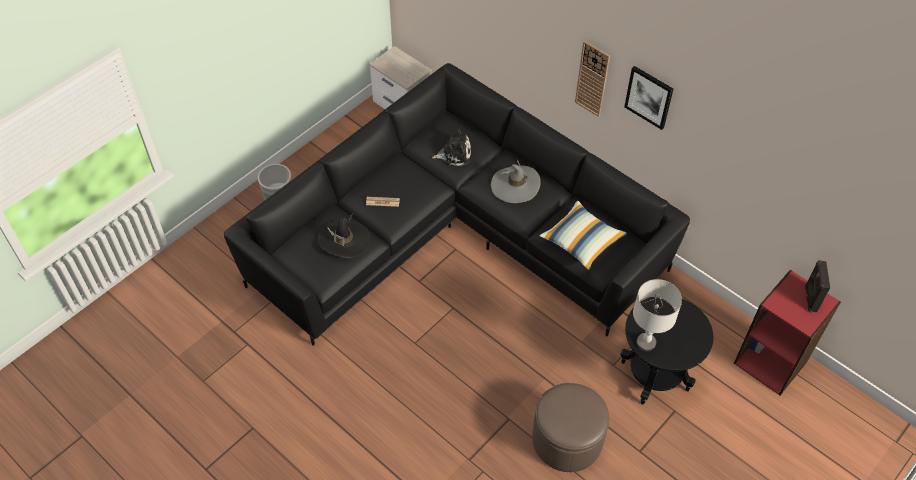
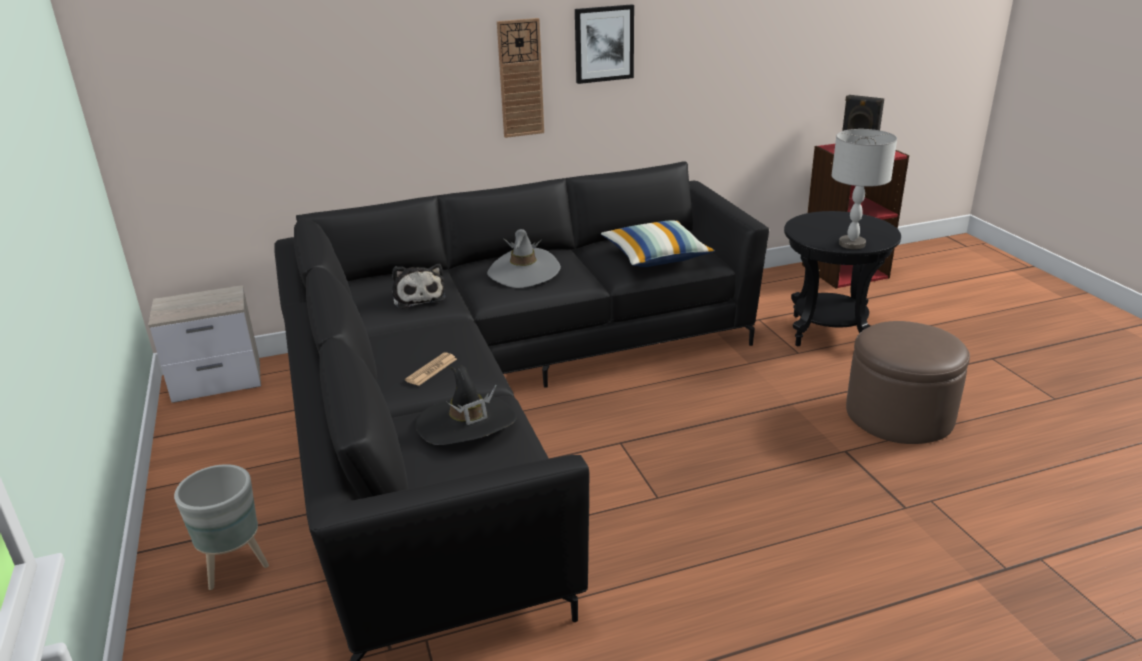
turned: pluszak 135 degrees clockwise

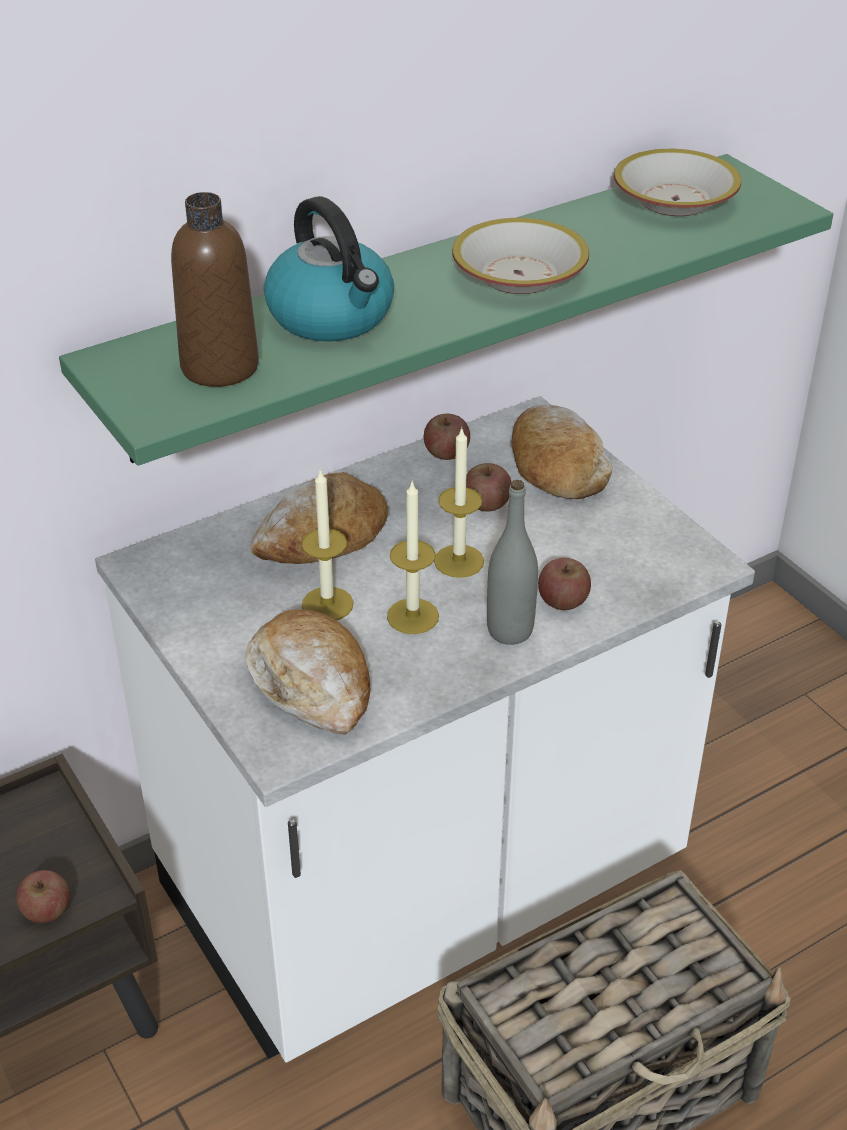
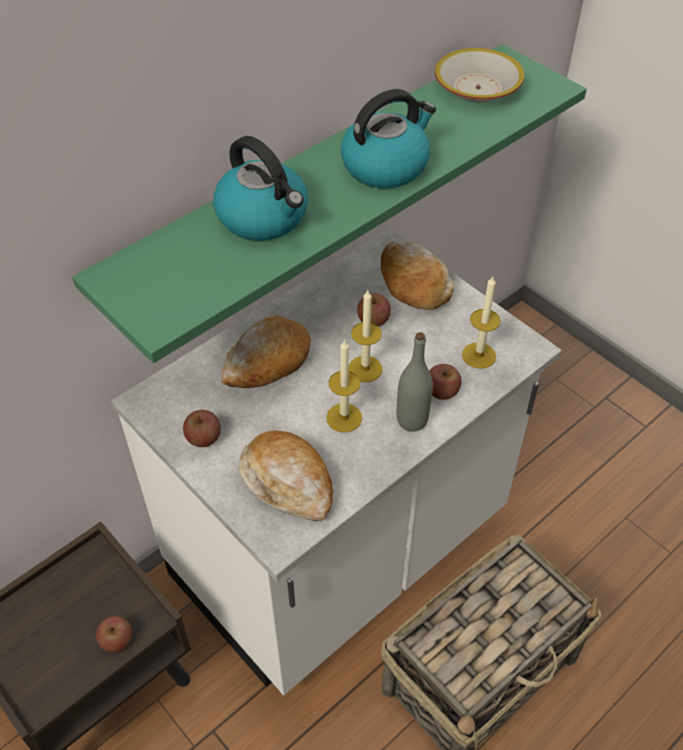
removed: butelka [brązowy]
moved: świeca (1st from left in the first image) to świeca (3rd from left); jabłko (2nd from left)
replaced: miska (1st from left) to czajnik (2nd from left)

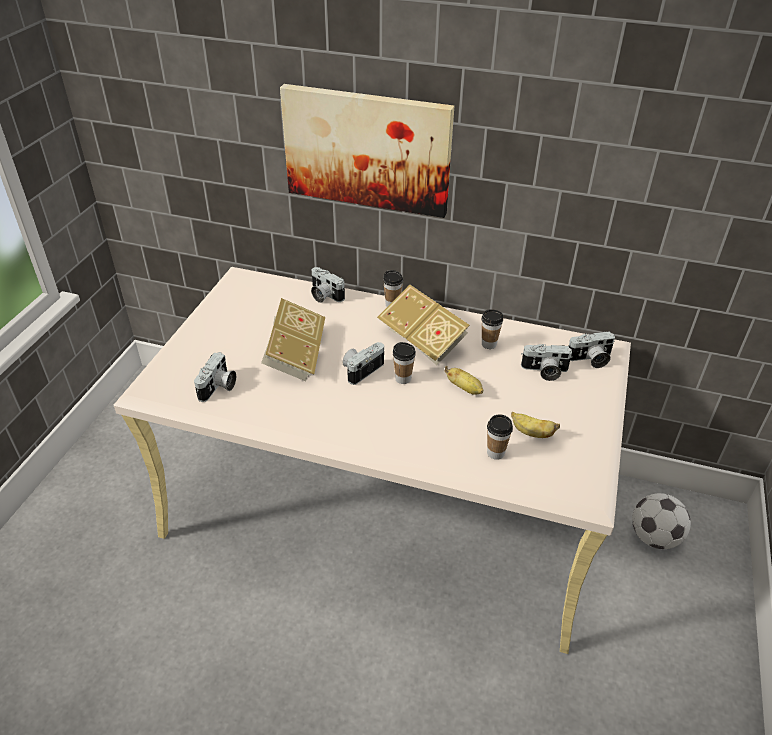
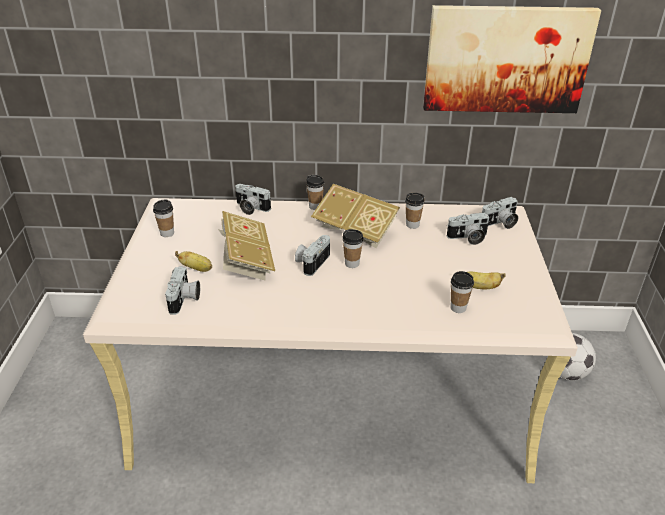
added: filiżanka (1st from left)
moved: obraz; banan (1st from left)

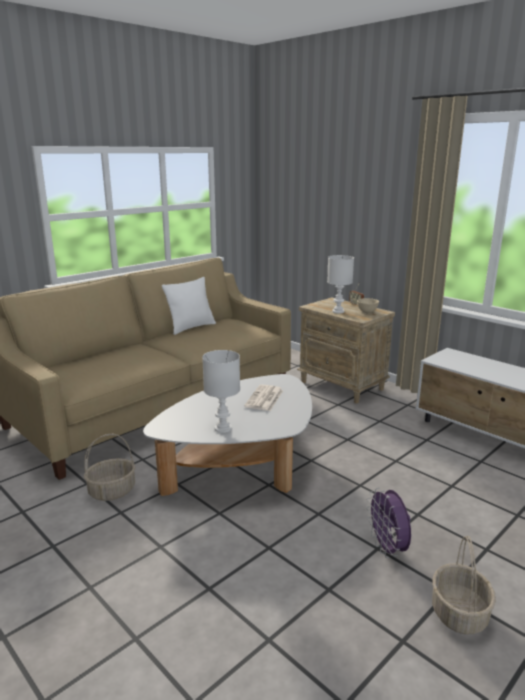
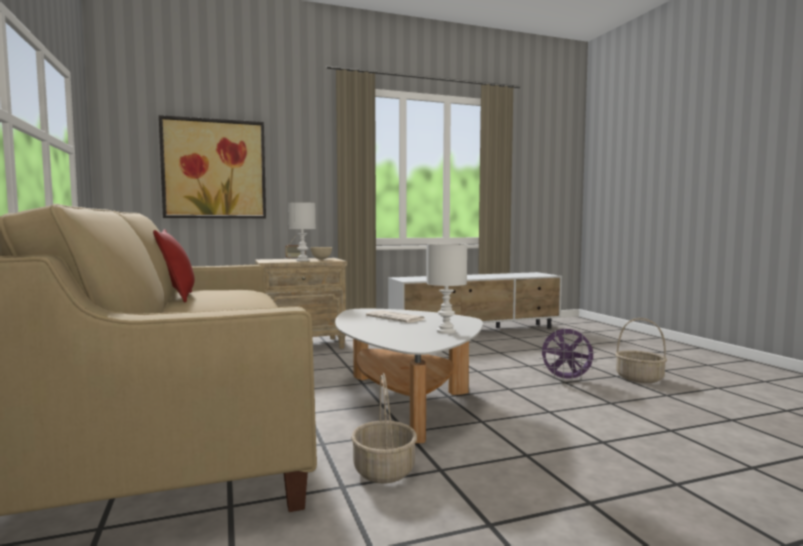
added: obraz
recoloured: poduszka [biały] to poduszka [czerwony]

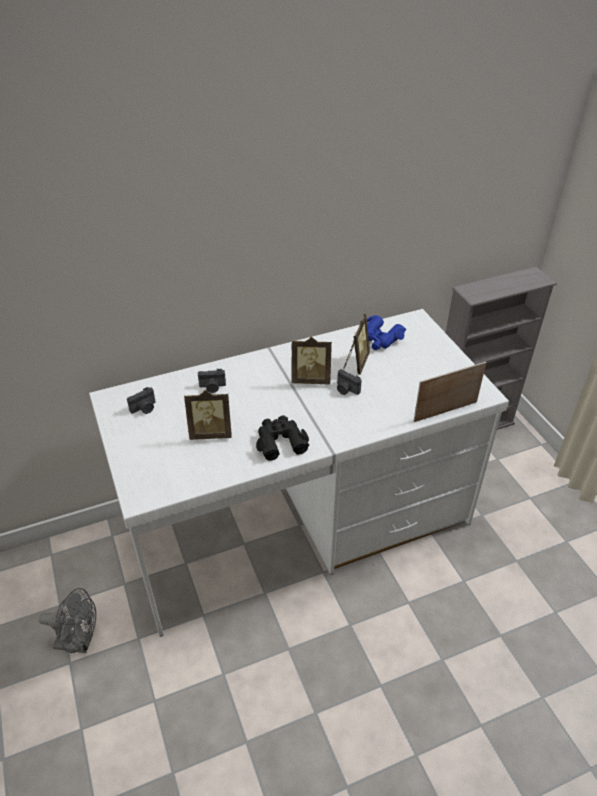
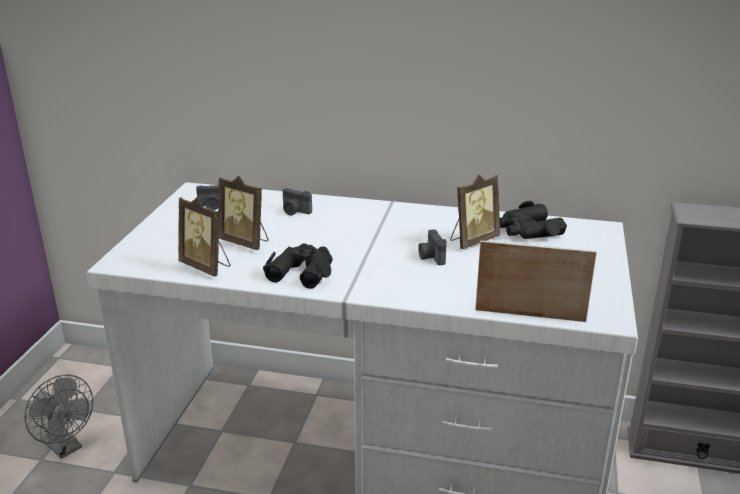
moved: ramka na zdjęcie (2nd from left in the first image) to ramka na zdjęcie (1st from left)
recoloured: lornetka [niebieski] to lornetka [czarny] (2nd from left)

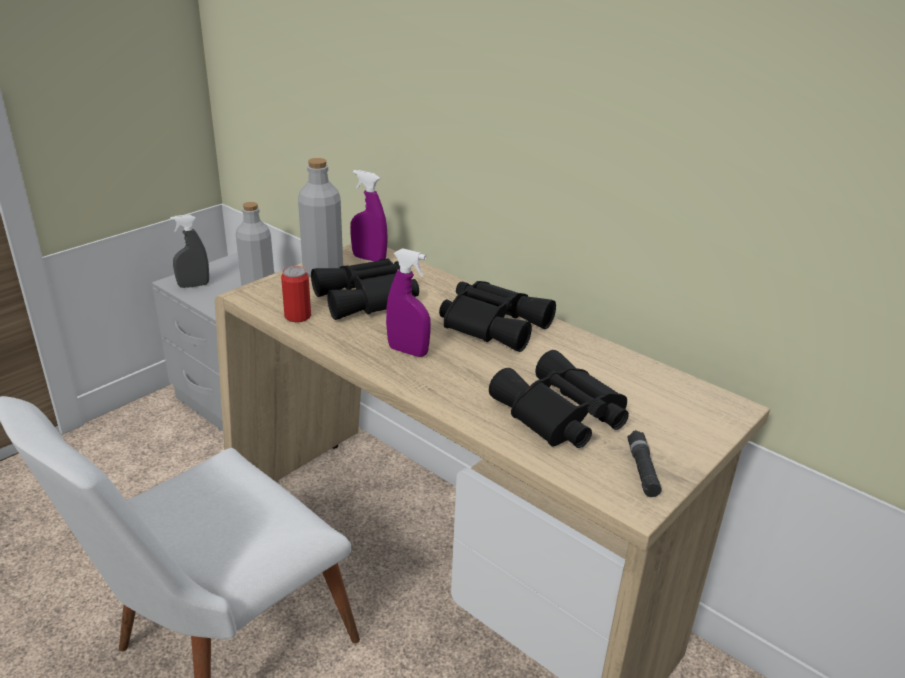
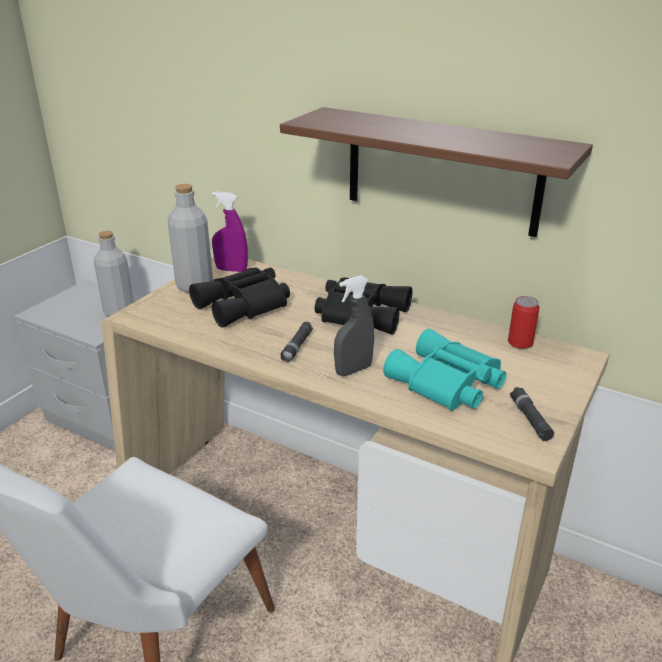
added: półka
moved: spryskiwacz [szary]; puszka
replaced: spryskiwacz [fioletowy] (2nd from left) to latarka [czarny] (1st from left)
recoloured: lornetka [czarny] (3rd from left) to lornetka [turkusowy]

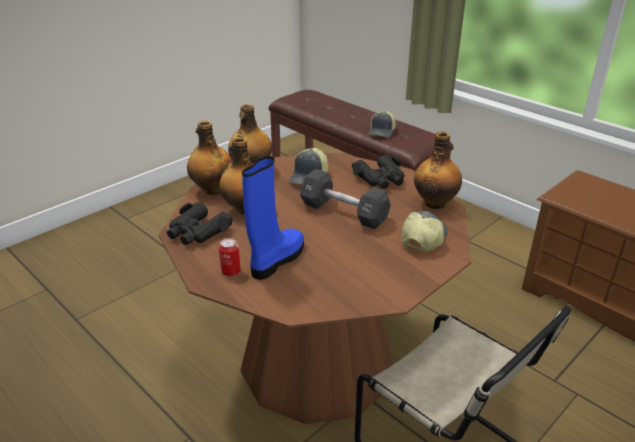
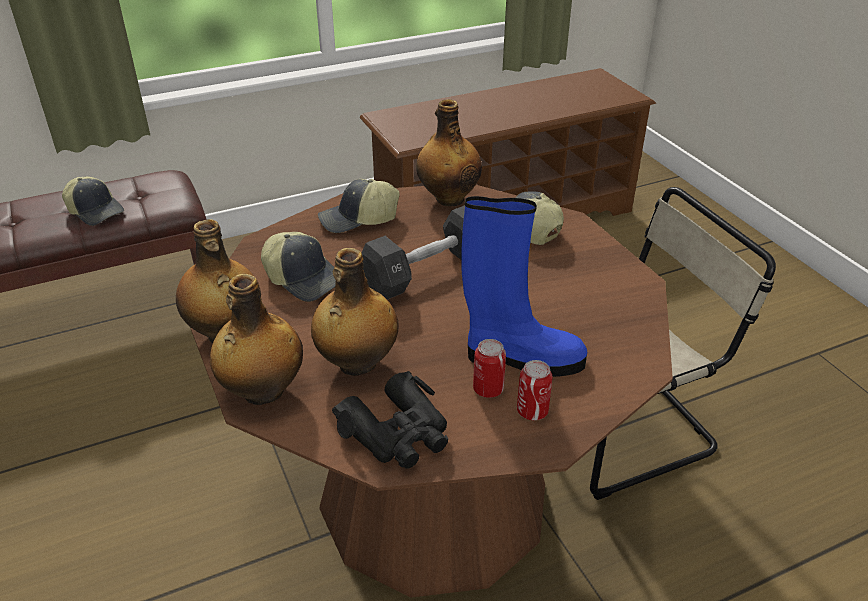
added: puszka (1st from left)
replaced: lornetka [czarny] (2nd from left) to czapka z daszkiem (3rd from left)
turned: but z cholewką [niebieski] 135 degrees clockwise

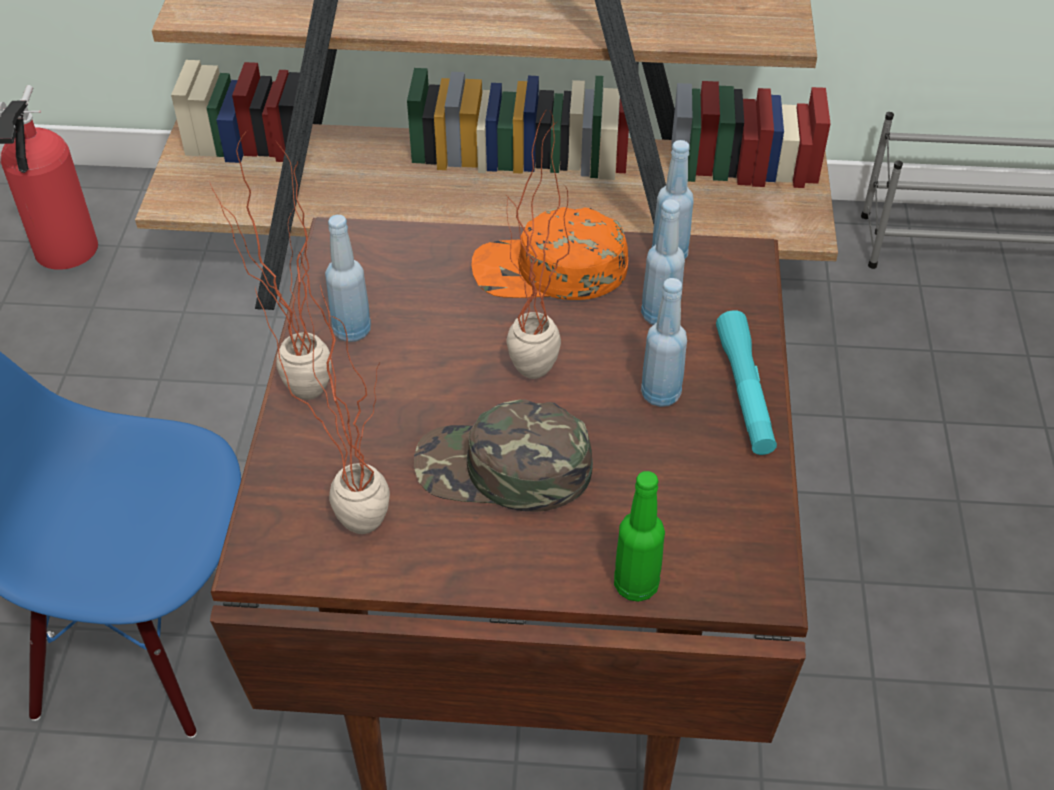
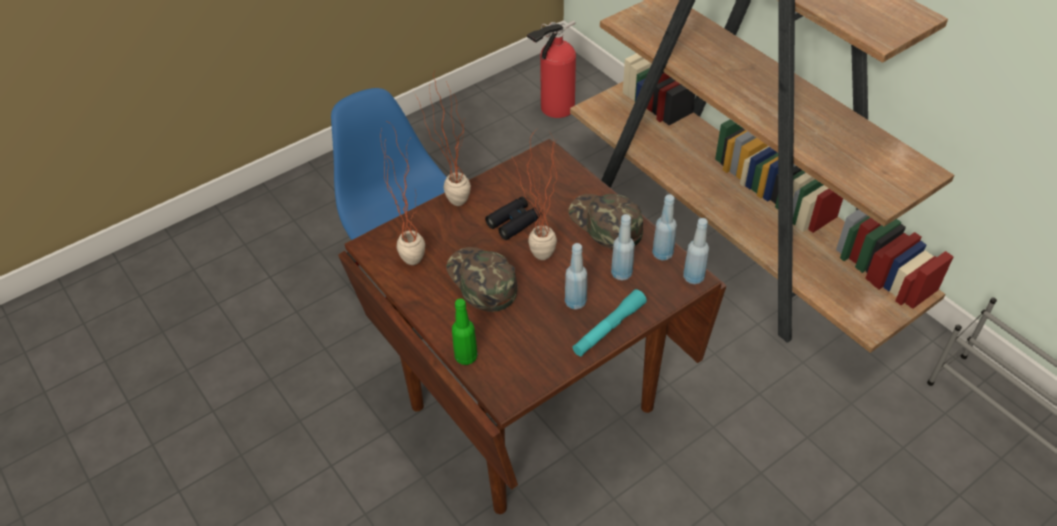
added: lornetka [czarny]
moved: butelka [niebieski] (1st from left in the first image) to butelka [niebieski] (4th from left)
recoloured: czapka z daszkiem [pomarańczowy] to czapka z daszkiem [zielony] (2nd from left)

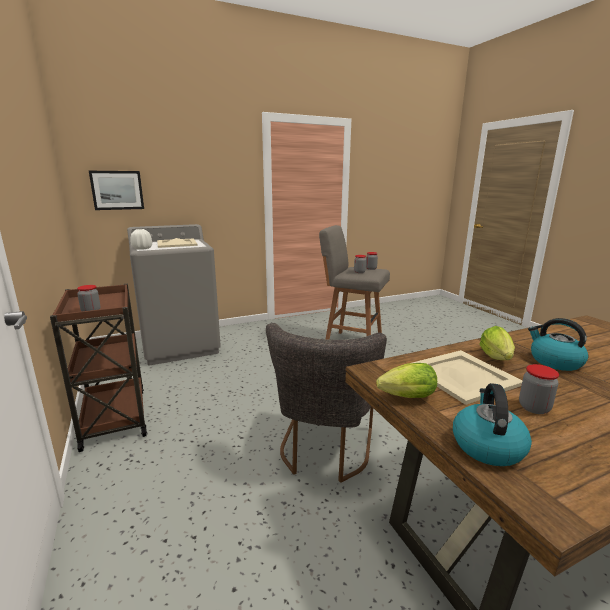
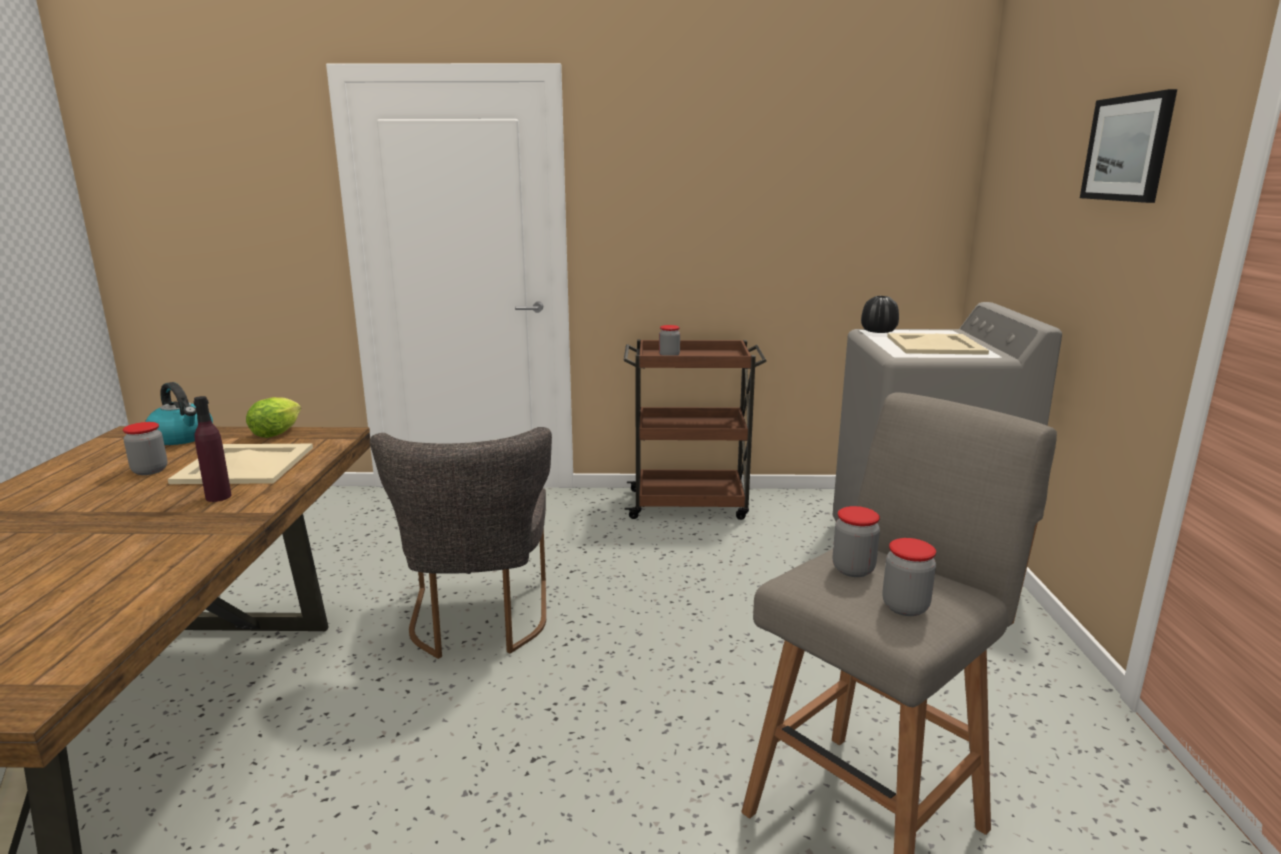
removed: czajnik (2nd from left)
moved: obraz
replaced: sałata (2nd from left) to butelka [fioletowy]
recoloured: wazon [biały] to wazon [czarny]
turned: krzesło [szary] 135 degrees counterclockwise

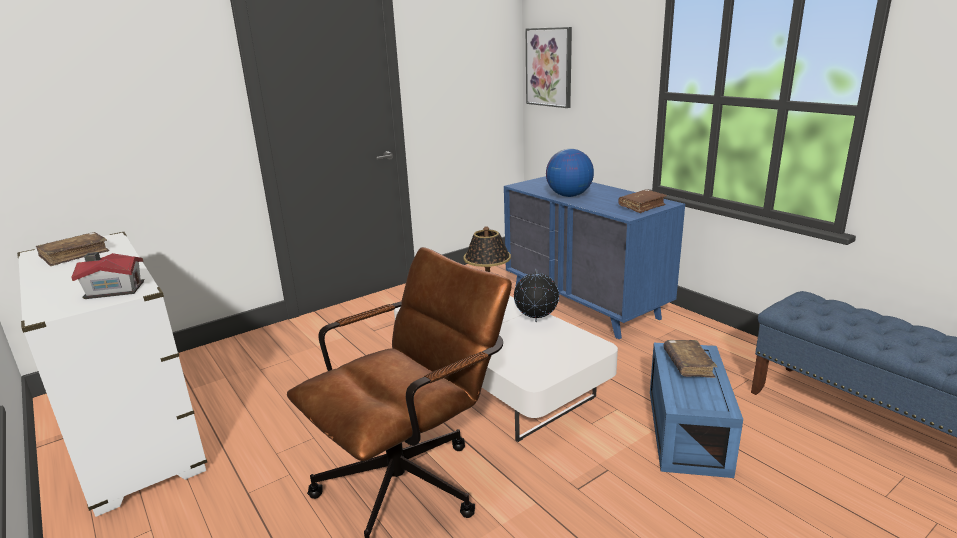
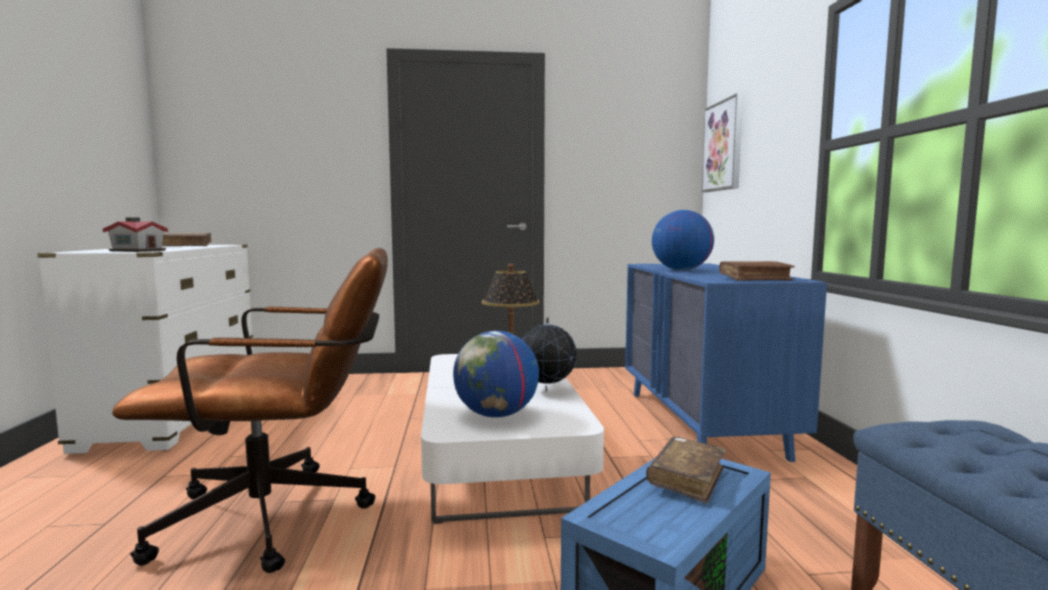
added: globus (1st from left)

